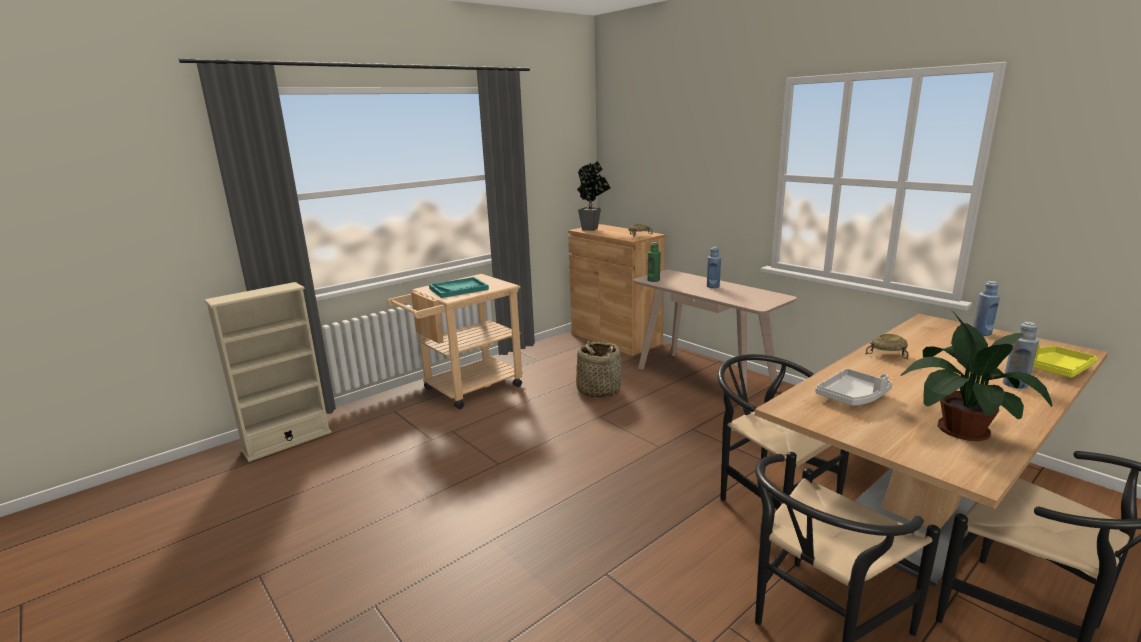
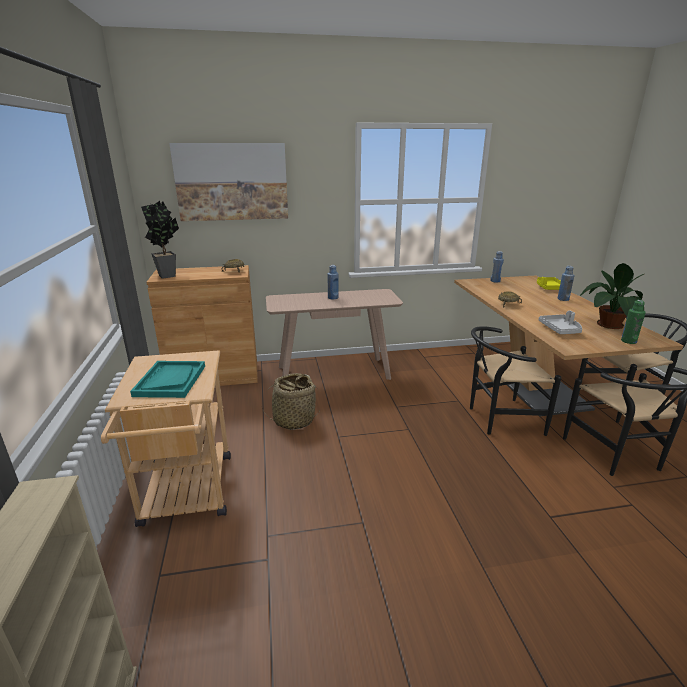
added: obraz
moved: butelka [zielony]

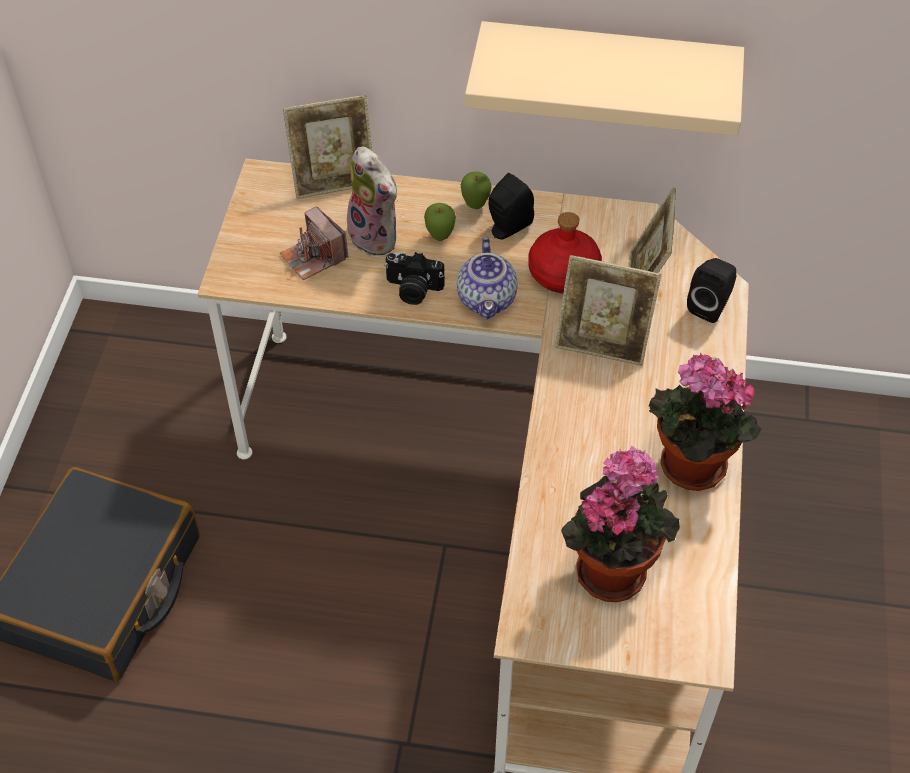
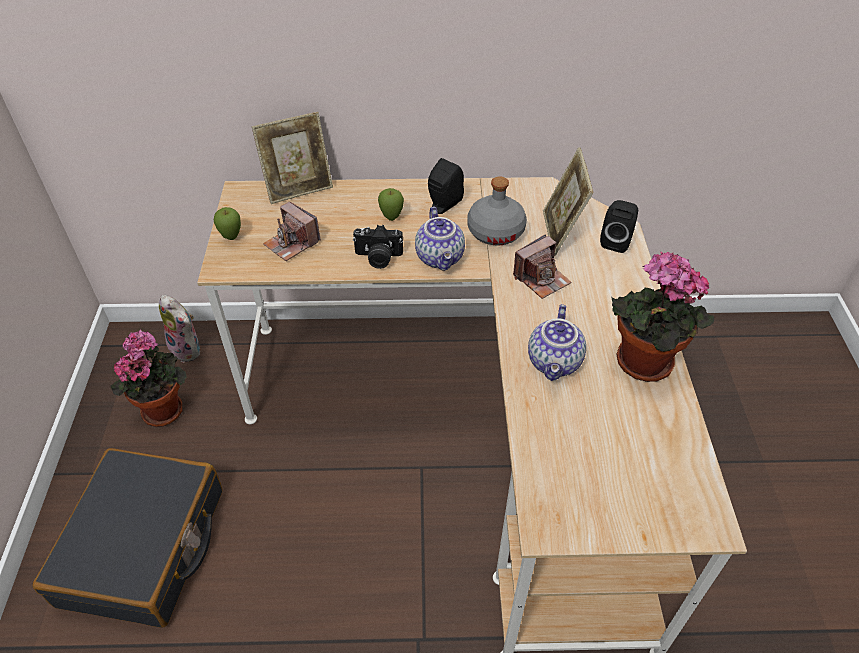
removed: półka [beżowy]
added: imbryk (2nd from left)
moved: pluszak; jabłko (2nd from left in the first image) to jabłko (1st from left); roślina doniczkowa (1st from left)
replaced: ramka na zdjęcie (2nd from left) to aparat fotograficzny (3rd from left)
recoloured: butelka [czerwony] to butelka [szary]

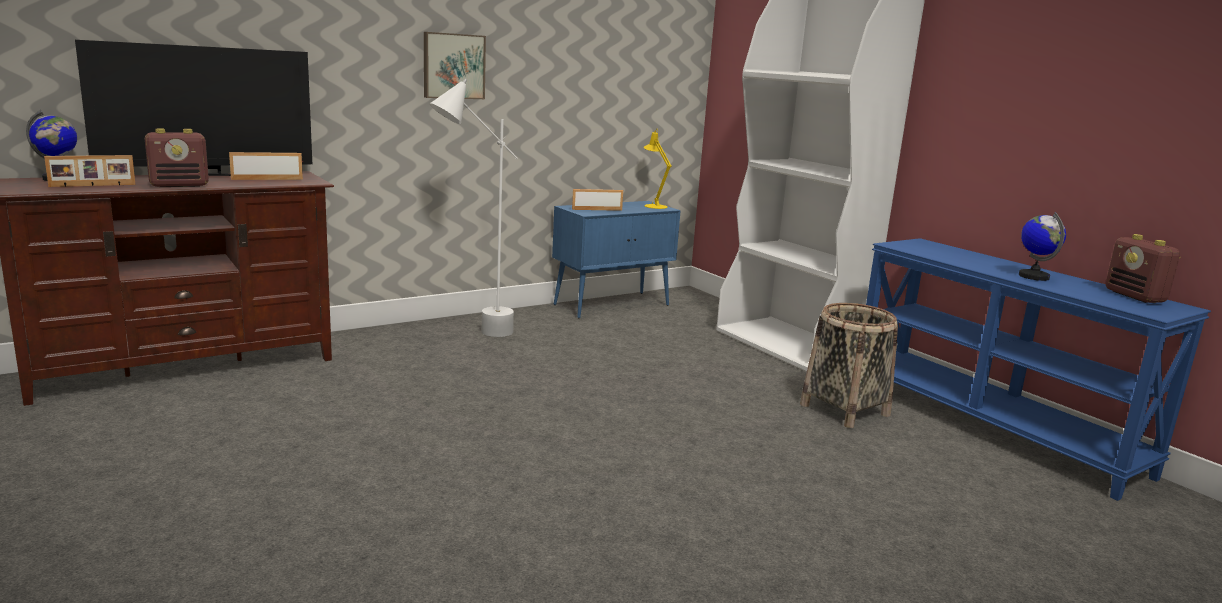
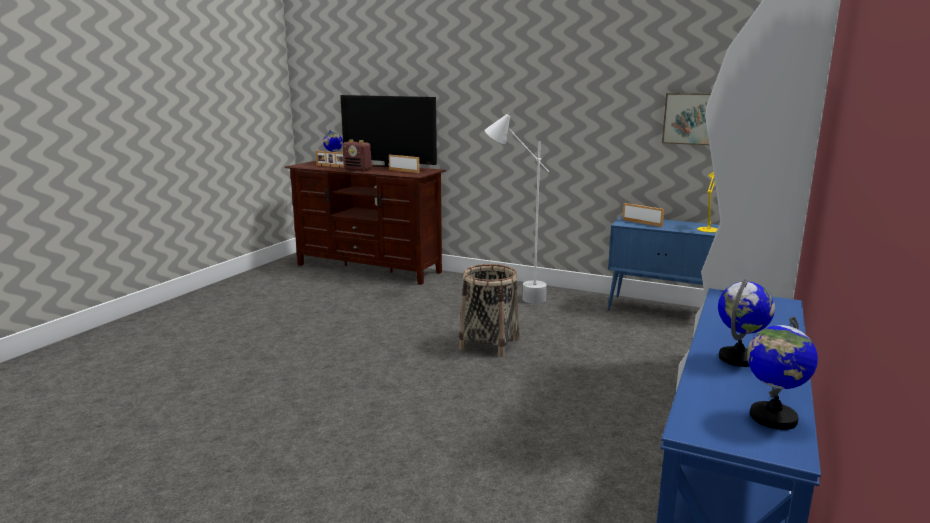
moved: obraz; koszyk
replaced: radio (2nd from left) to globus (3rd from left)

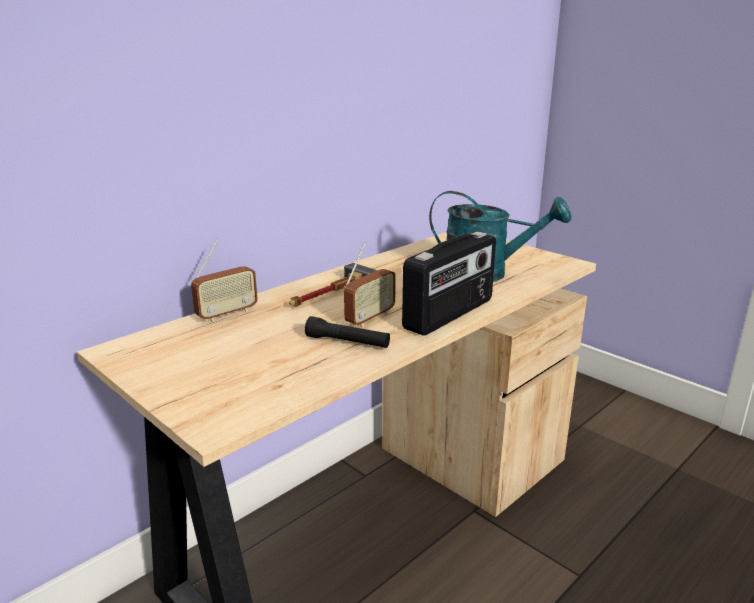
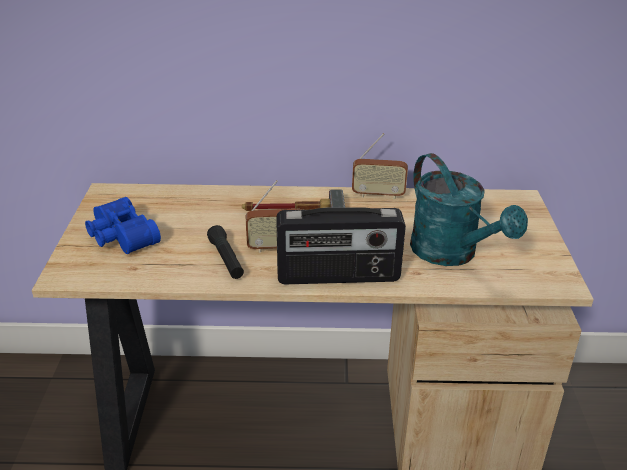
added: lornetka [niebieski]
moved: radio (1st from left in the first image) to radio (3rd from left)

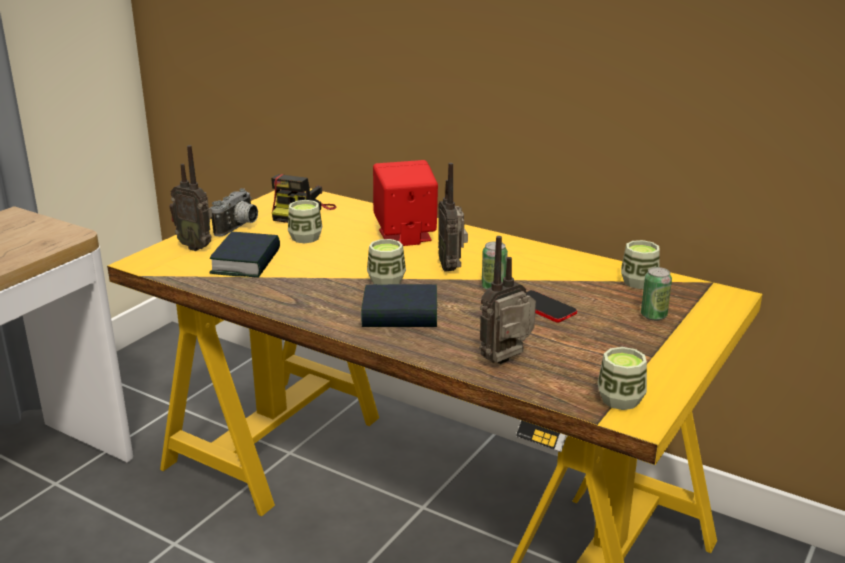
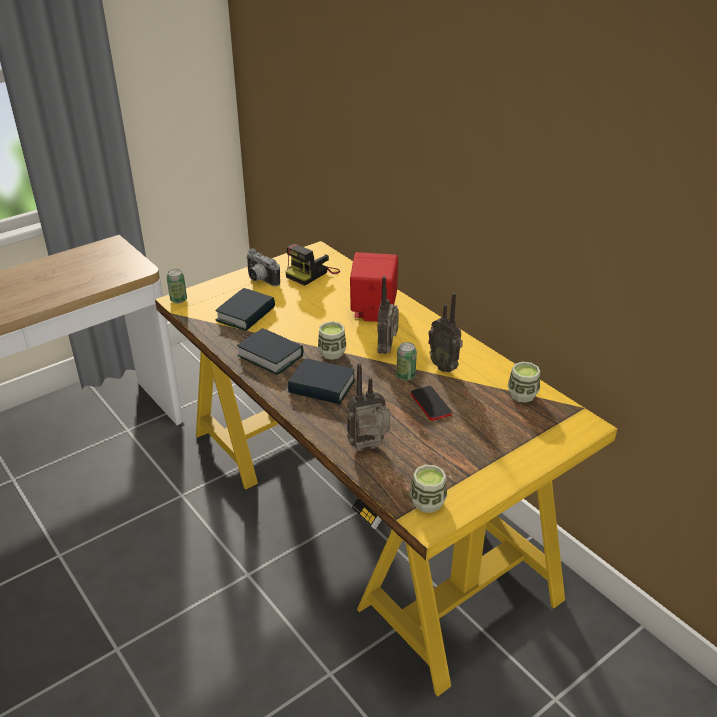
removed: filiżanka (1st from left)
added: książka (2nd from left)
moved: radio (1st from left in the first image) to radio (3rd from left); puszka (2nd from left in the first image) to puszka (1st from left)
turned: aparat fotograficzny (1st from left) 90 degrees clockwise

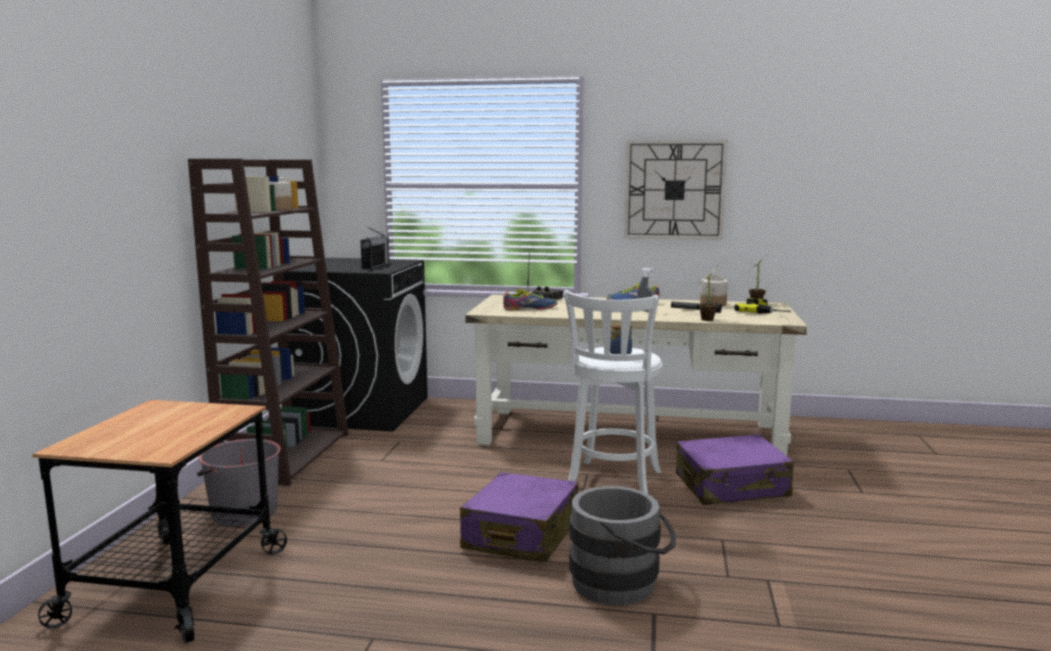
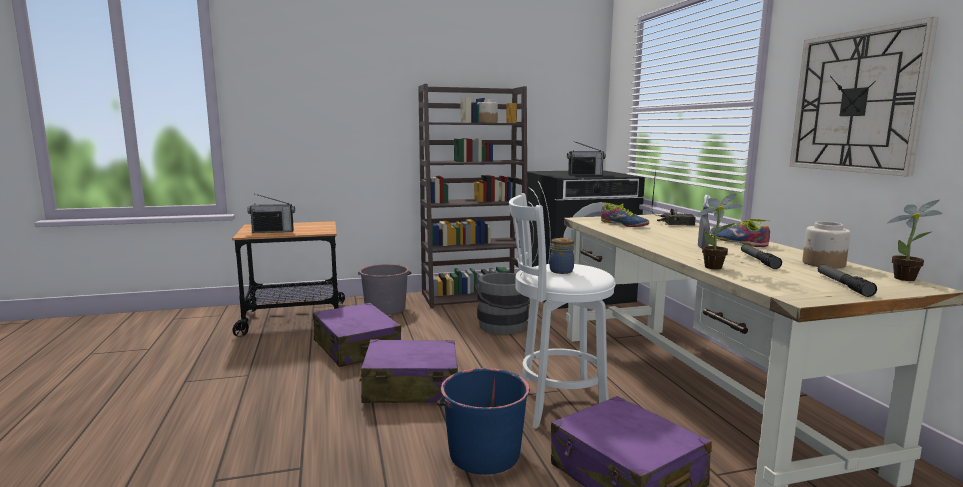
added: radio (1st from left); walizka [fioletowy] (1st from left); wiadro [niebieski]
moved: wiadro [szary] (2nd from left)
replaced: wiertarka to latarka (2nd from left)

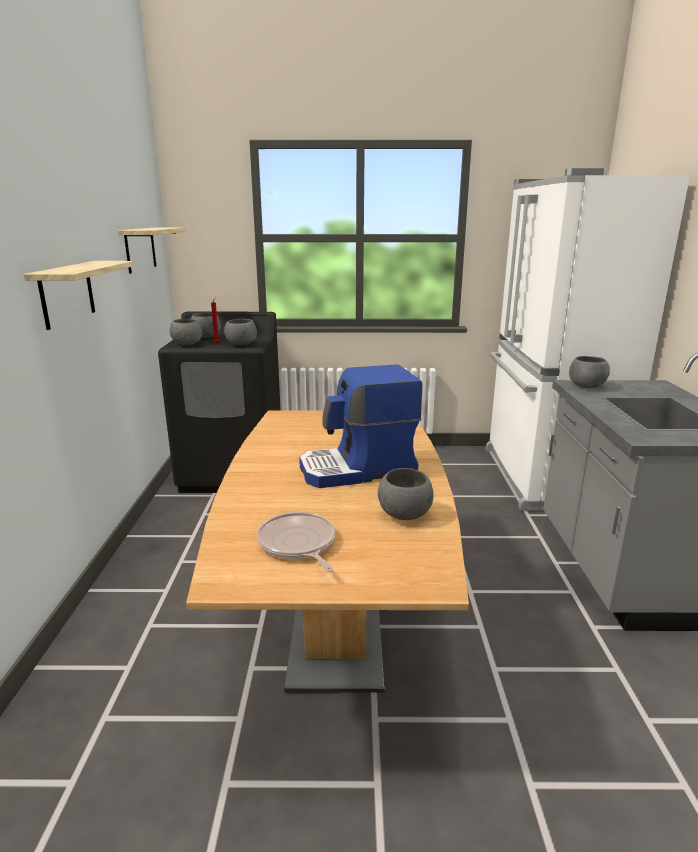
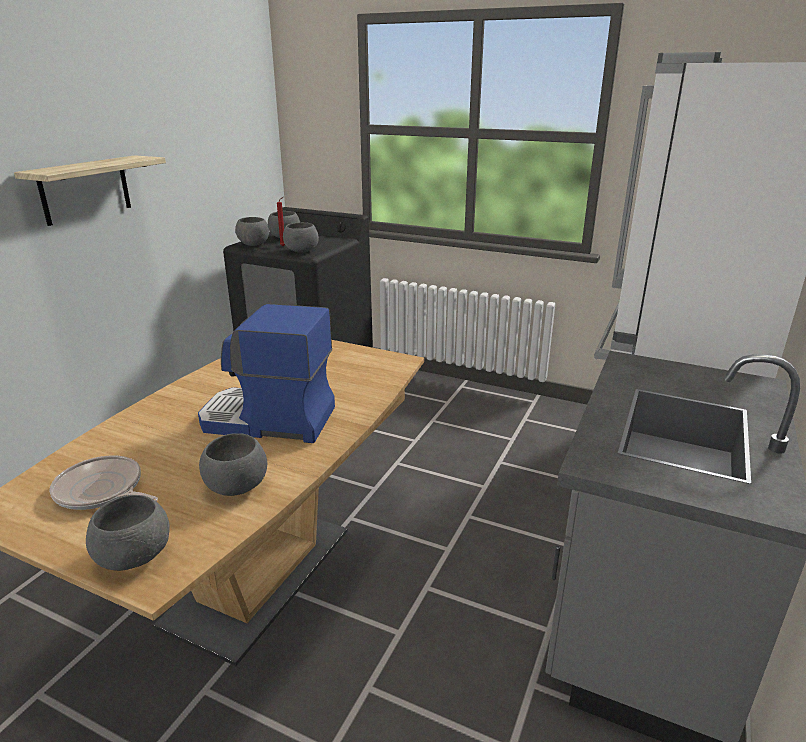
removed: półka (2nd from left)
moved: miska [szary] (5th from left in the first image) to miska [szary] (1st from left)
turned: patelnia 60 degrees counterclockwise

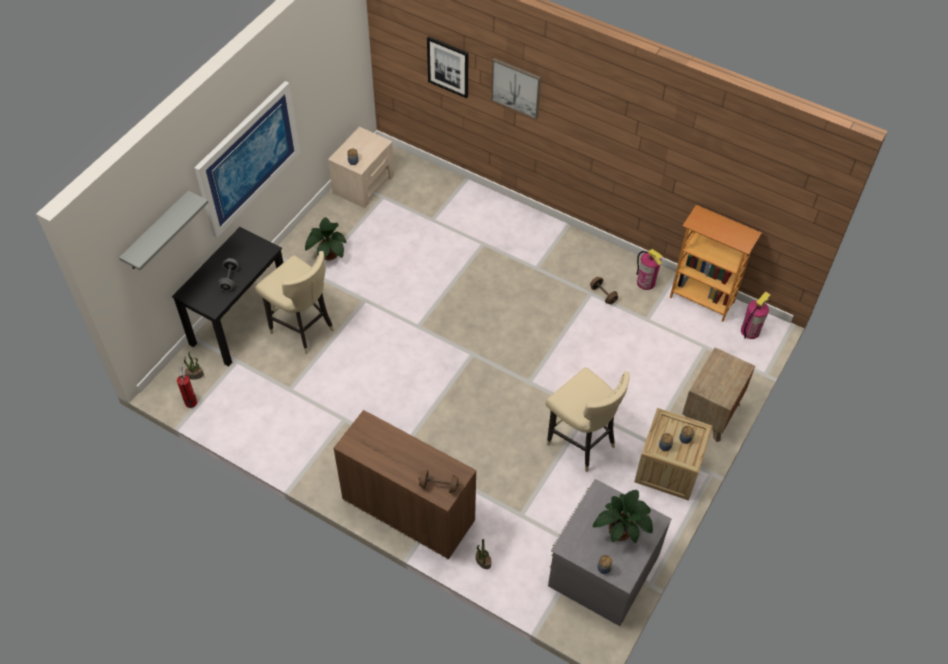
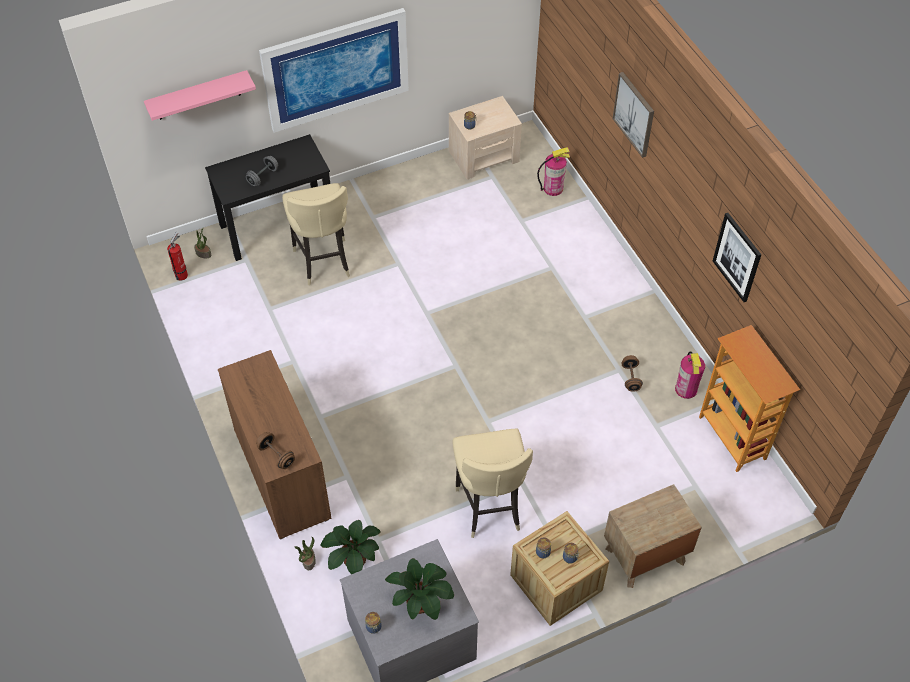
moved: roślina doniczkowa (2nd from left in the first image) to roślina doniczkowa (3rd from left); obraz (2nd from left in the first image) to obraz (3rd from left); gaśnica (3rd from left in the first image) to gaśnica (2nd from left)
recoloured: półka [szary] to półka [różowy]

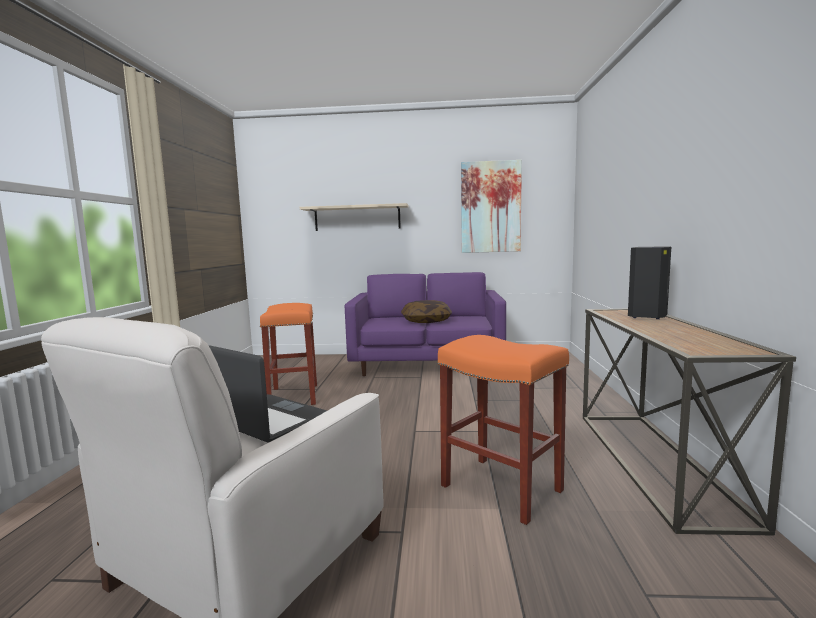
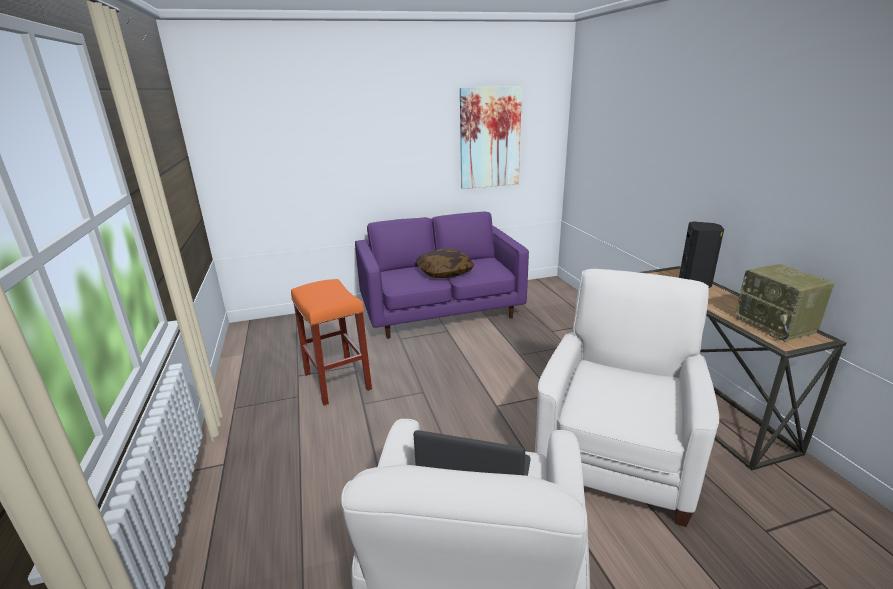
removed: półka [beżowy]
added: radio
replaced: stołek [pomarańczowy] (2nd from left) to fotel [biały] (2nd from left)

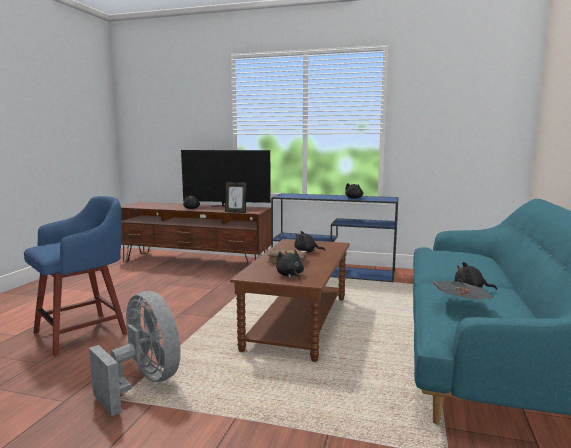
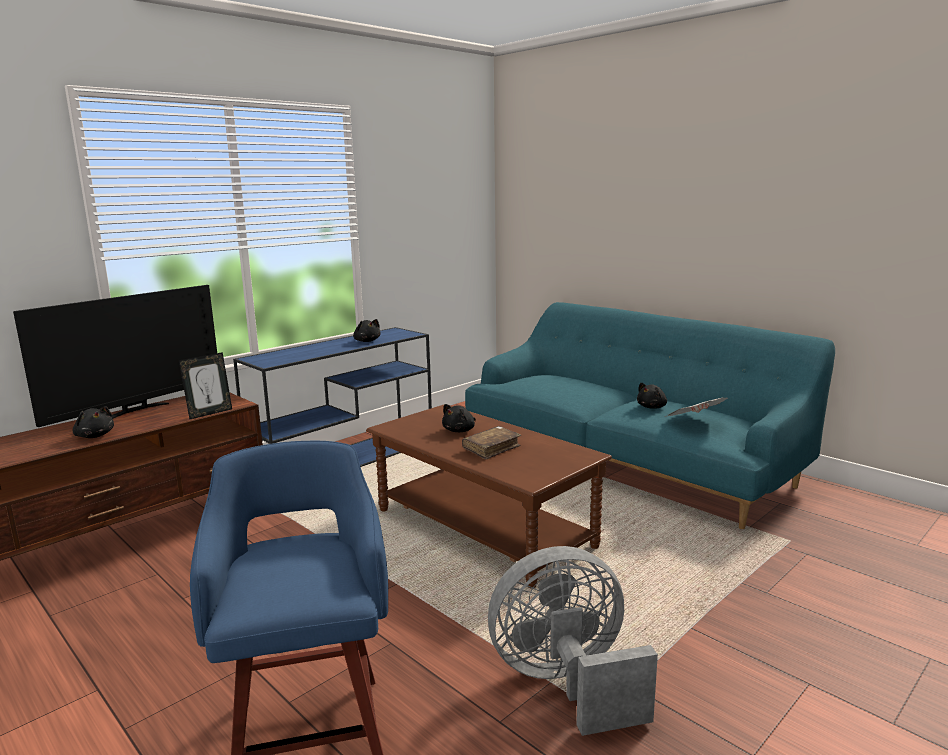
removed: pluszak [czarny] (2nd from left)

